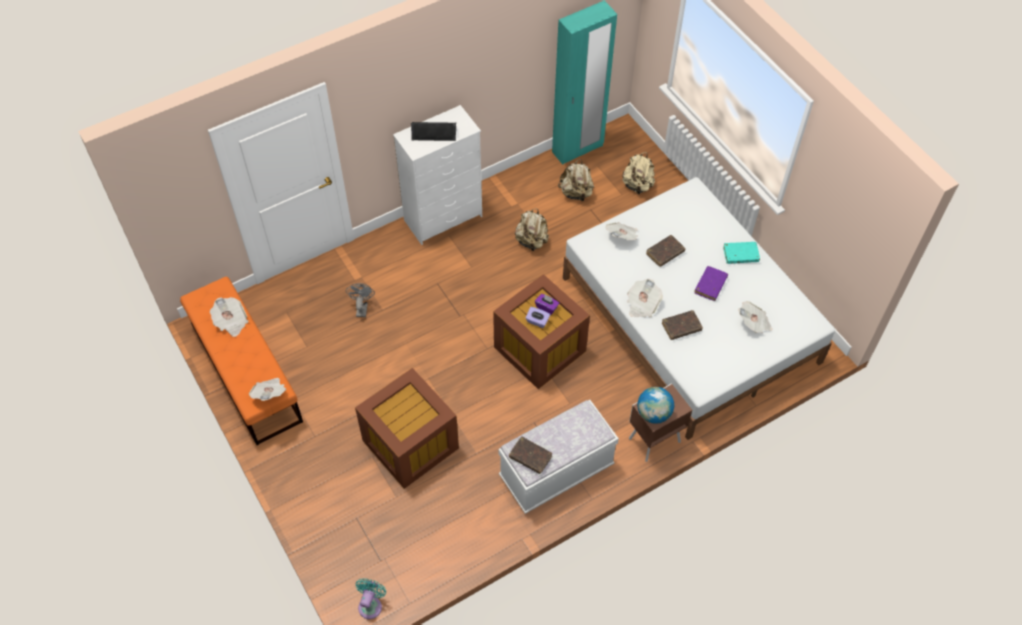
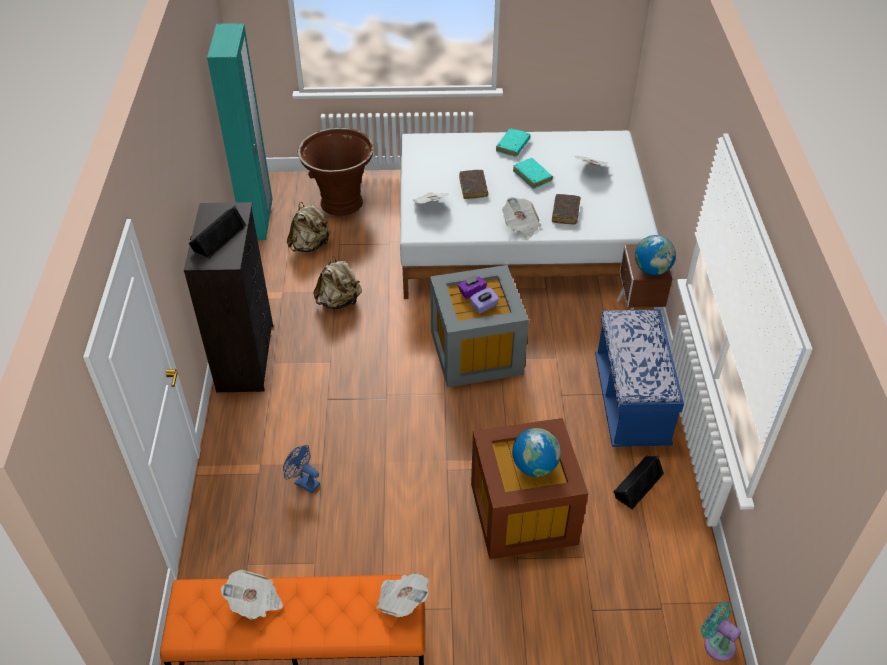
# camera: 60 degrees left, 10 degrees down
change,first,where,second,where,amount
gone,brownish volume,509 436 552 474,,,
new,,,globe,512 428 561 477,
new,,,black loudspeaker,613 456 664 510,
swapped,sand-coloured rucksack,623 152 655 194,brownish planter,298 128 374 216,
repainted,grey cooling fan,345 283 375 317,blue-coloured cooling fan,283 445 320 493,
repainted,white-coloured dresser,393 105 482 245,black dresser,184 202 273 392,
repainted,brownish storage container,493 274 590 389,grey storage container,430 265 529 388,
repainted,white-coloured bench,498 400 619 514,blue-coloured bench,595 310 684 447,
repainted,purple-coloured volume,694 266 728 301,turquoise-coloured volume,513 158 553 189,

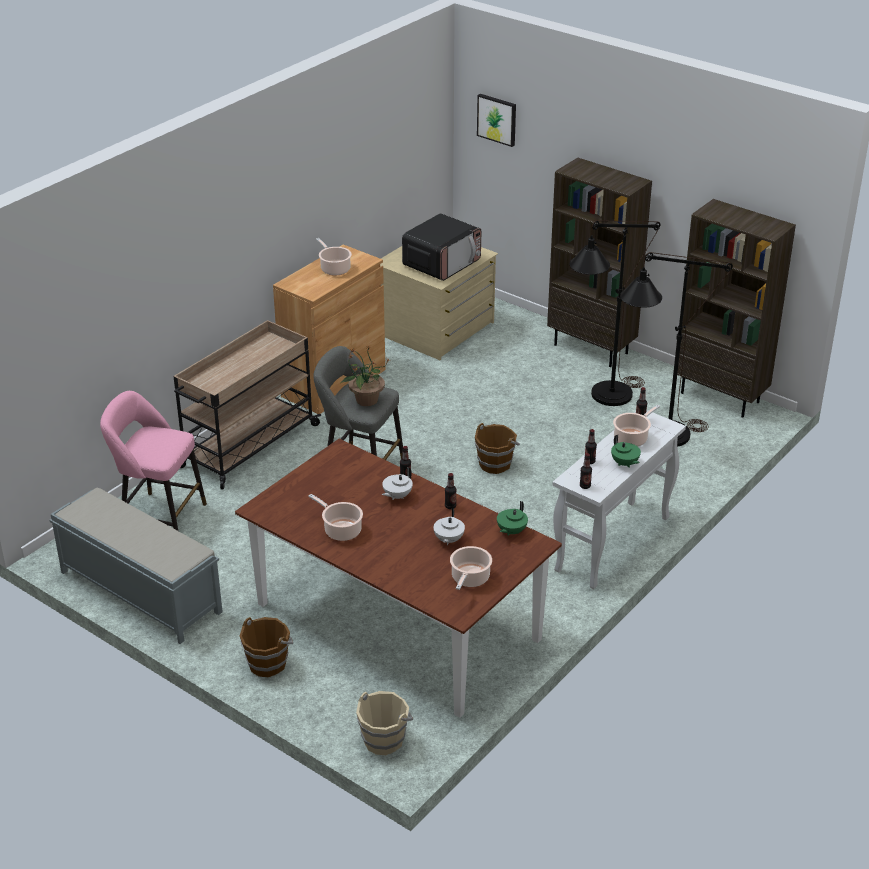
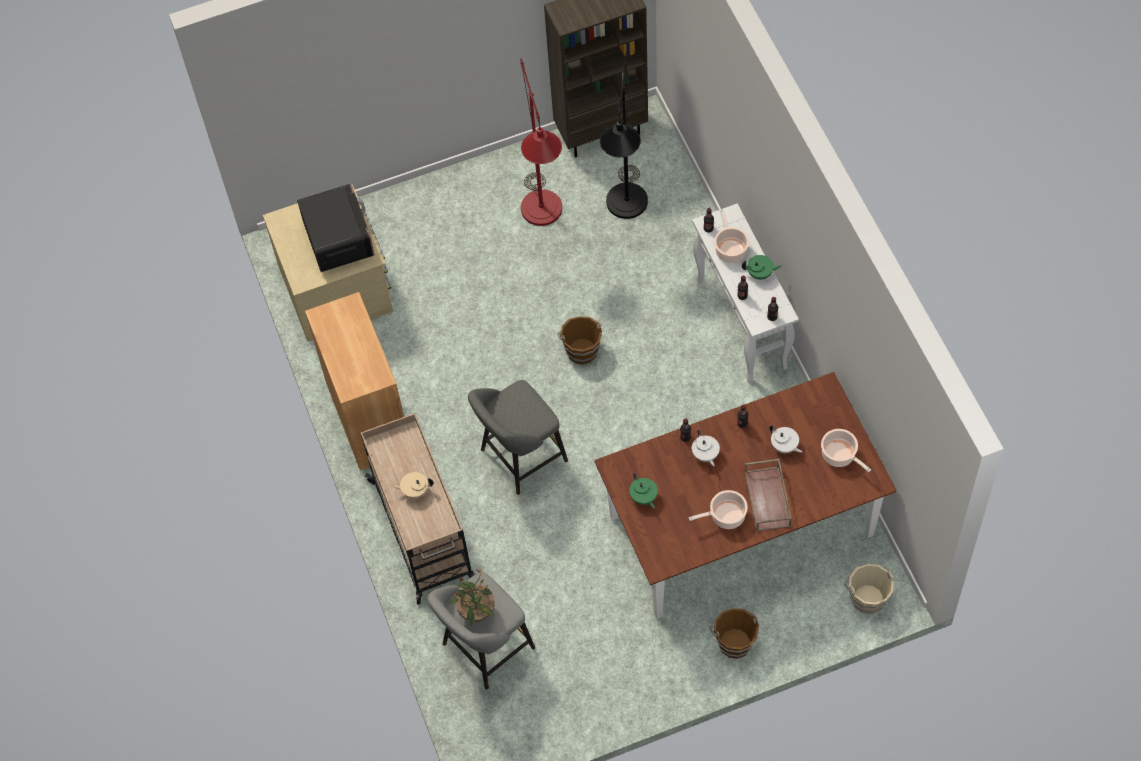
# camera: 55 degrees left, 25 degrees up
change,first,where,second,where,amount
gone,grey bench,49 488 223 644,,,
gone,stockpot,316 238 352 275,,,
gone,wall art,477 94 516 147,,,
gone,brownish bookcase,547 158 652 367,,,
new,,,sand-coloured teapot,392 472 433 499,
new,,,brownish carrying tray,745 459 792 532,
shifted,potted plant,341 345 389 406,,449 569 495 627,
shifted,greenish teapot,497 501 528 536,,629 473 658 508,
repainted,pink stool seat,100 391 207 531,grey stool seat,427 572 535 690,
repainted,black standing lamp,570 220 660 406,reddish standing lamp,520 59 562 226,

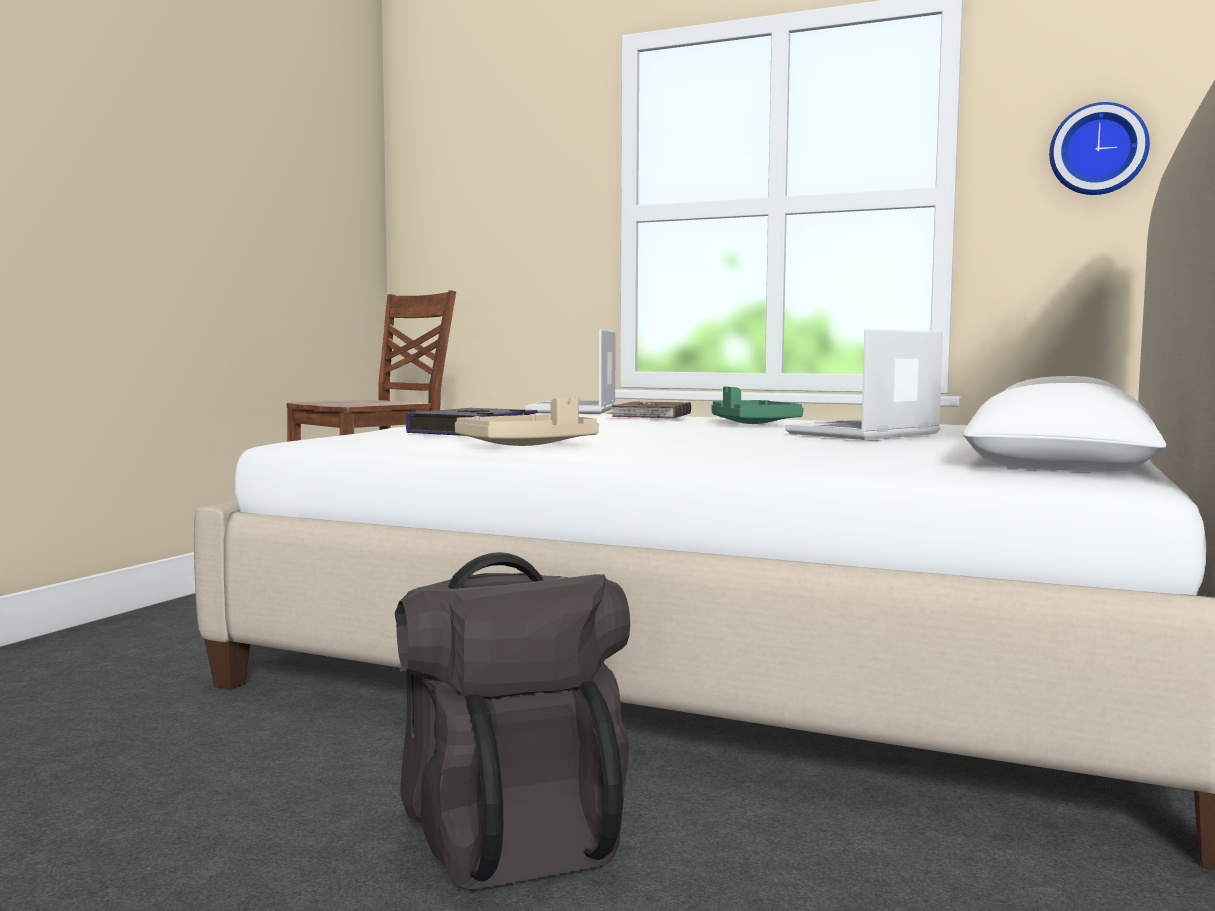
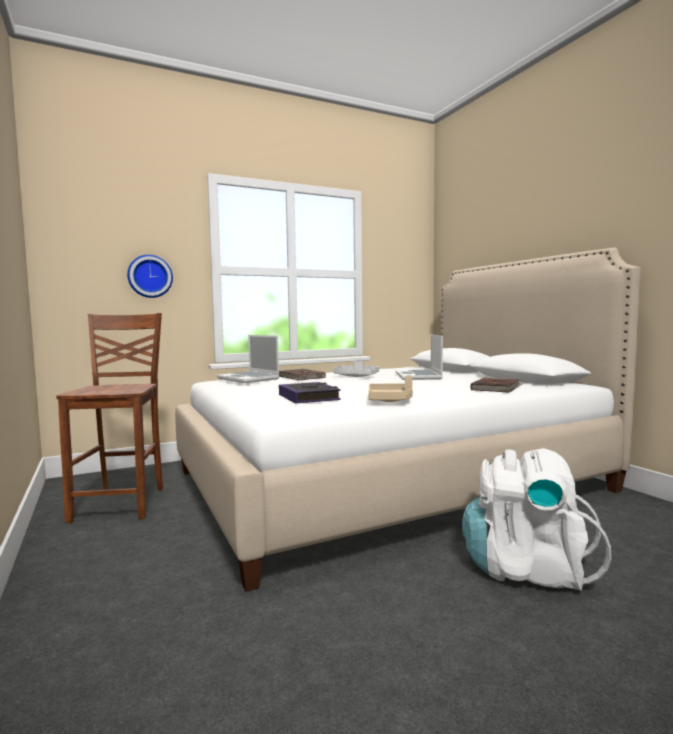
# camera: 50 degrees left, 0 degrees up
change,first,where,second,where,amount
new,,,brownish volume,470 378 522 393,
shifted,wall clock,1049 102 1150 195,,127 255 173 298,
repainted,black rucksack,395 552 630 889,white-coloured rucksack,462 448 611 591,
repainted,greenish carrying tray,712 386 803 424,grey carrying tray,333 361 379 377,

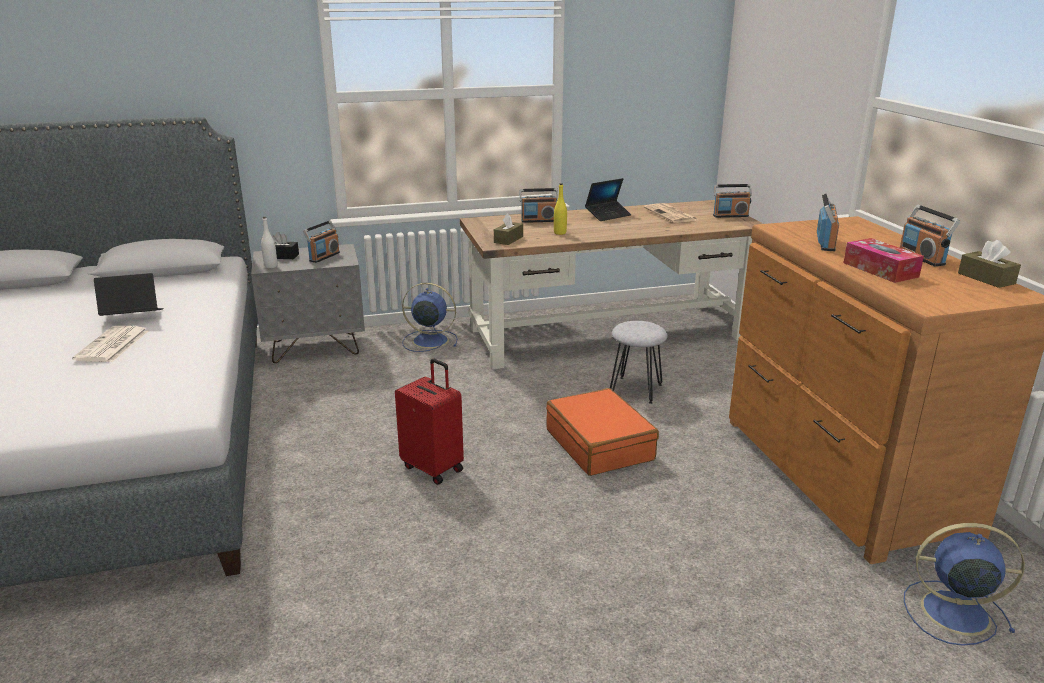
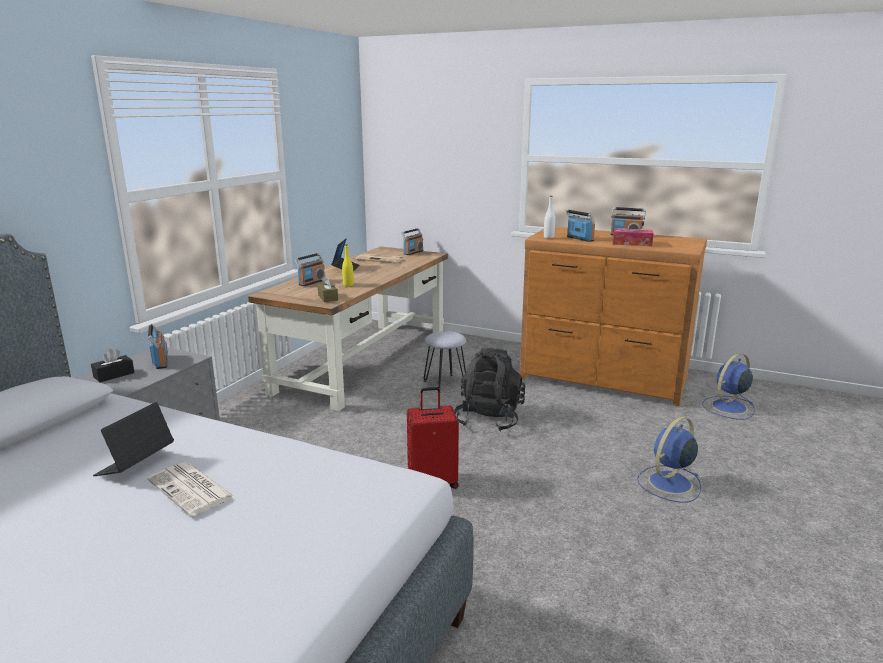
# camera: 50 degrees left, 5 degrees down
change,first,where,second,where,amount
gone,brownish box of tissues,958 240 1021 288,,,
shifted,white-coloured beverage bottle,261 217 277 268,,544 196 555 239,
shifted,blue-coloured cooling fan,402 283 457 352,,637 417 701 503,
swapped,orange suitcase,546 388 659 476,black rucksack,454 347 525 432,

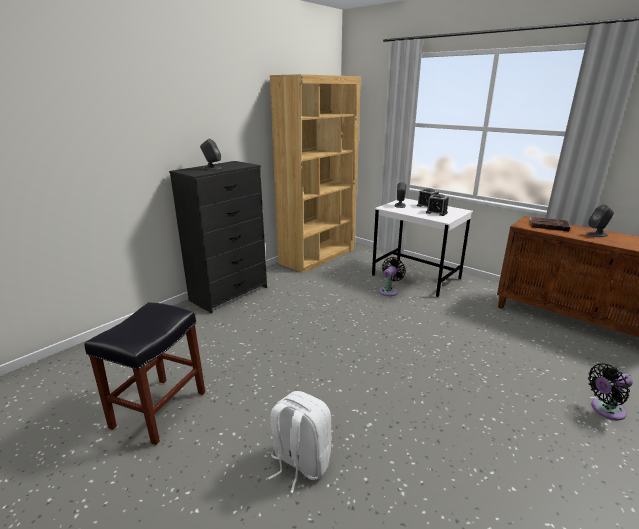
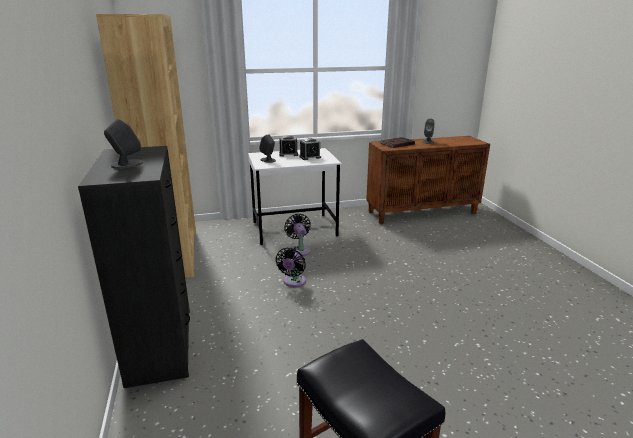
# camera: 55 degrees left, 0 degrees up
change,first,where,second,where,amount
gone,white-coloured rucksack,268 391 332 493,,,
shifted,black cooling fan,588 363 633 420,,276 248 306 287,

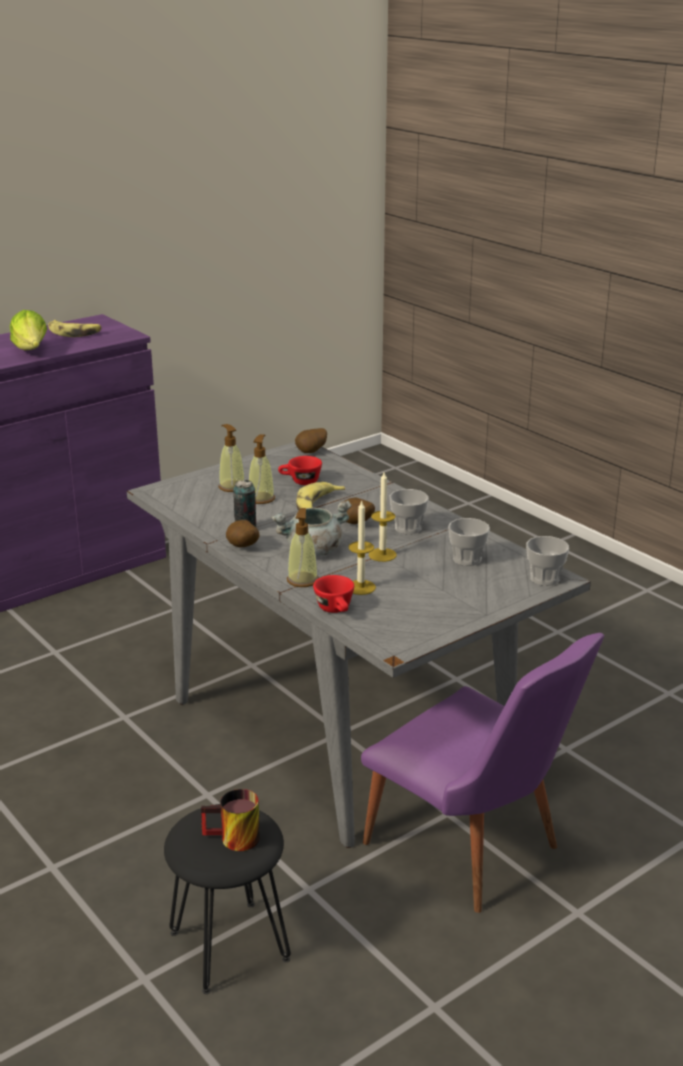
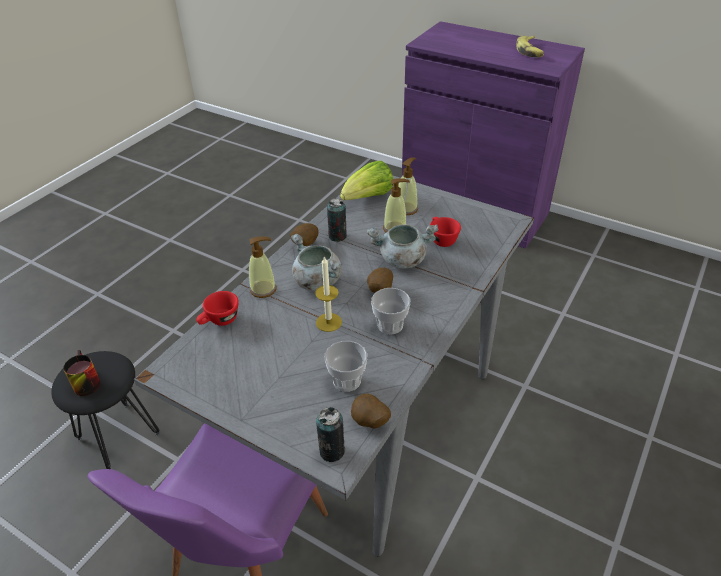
# camera: 70 degrees right, 15 degrees up
change,first,where,second,where,amount
gone,candle,349 501 376 595,,,
shifted,lettuce,10 310 47 351,,340 161 393 200,
shifted,potato,295 428 327 453,,351 394 391 428,
swapped,whole banana,296 482 345 511,grey stockpot,367 224 438 269,
swapped,cup,526 536 569 586,sealed can,316 407 345 462,

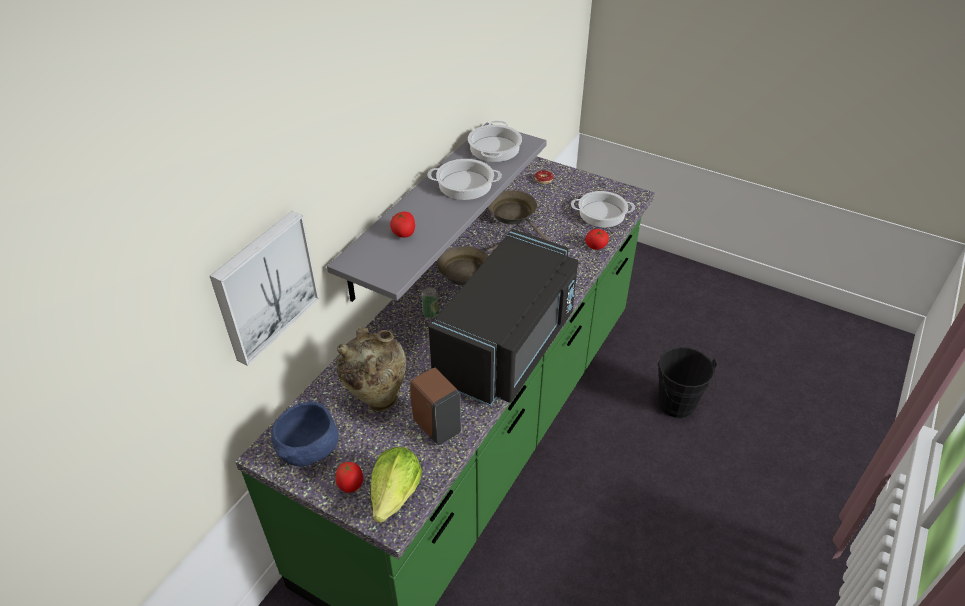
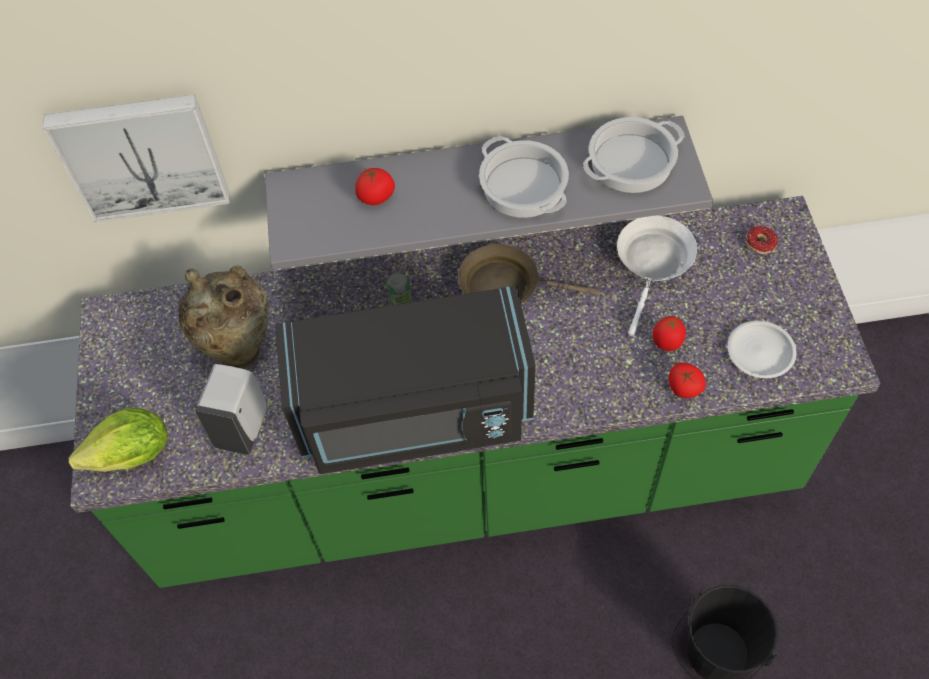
# camera: 55 degrees right, 15 degrees up
change,first,where,second,where,amount
gone,blue-coloured serving bowl,271 401 339 467,,,
shifted,fresh tomato,336 462 363 493,,653 316 686 351,
swapped,stockpot,571 191 635 227,white-coloured dinner plate,728 320 796 378,
repainted,brownish soap bottle,410 368 461 446,white-coloured soap bottle,195 364 267 455,
repainted,brownish skillet,488 190 549 241,white-coloured skillet,617 215 697 336,

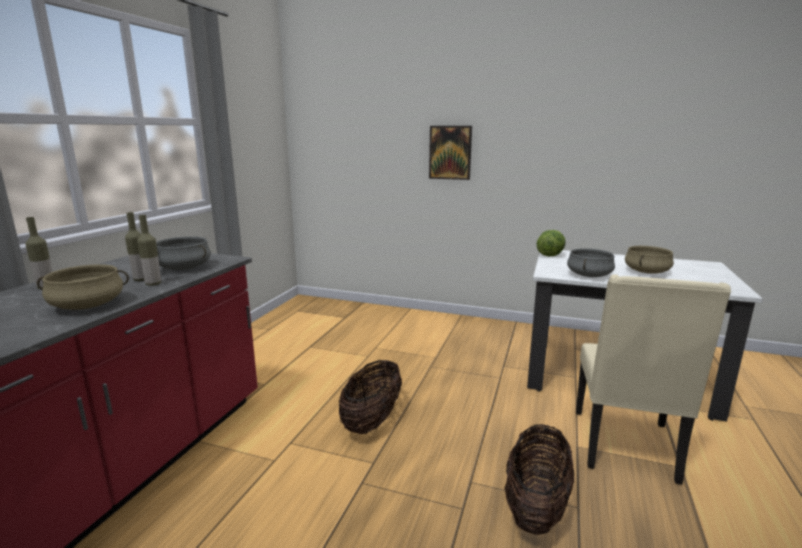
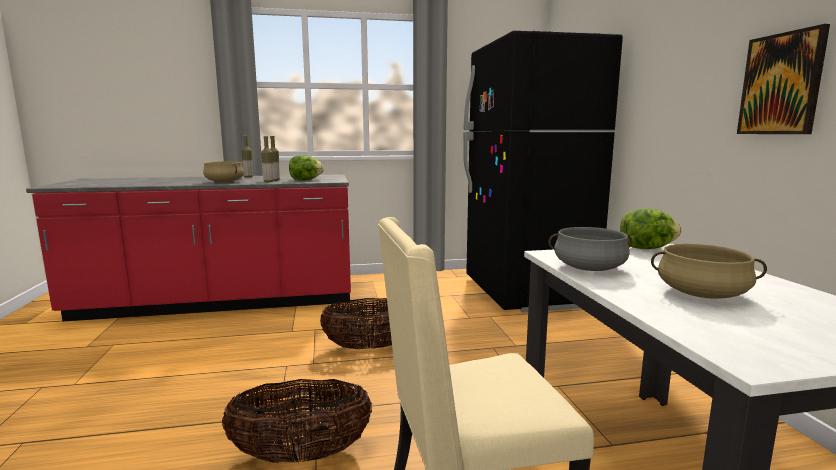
# camera: 60 degrees right, 5 degrees down
change,first,where,second,where,amount
new,,,black refrigerator,463 30 623 313,
shifted,wall art,429 126 472 180,,737 24 830 134,
swapped,grey stockpot,156 236 211 270,lettuce,289 155 324 180,

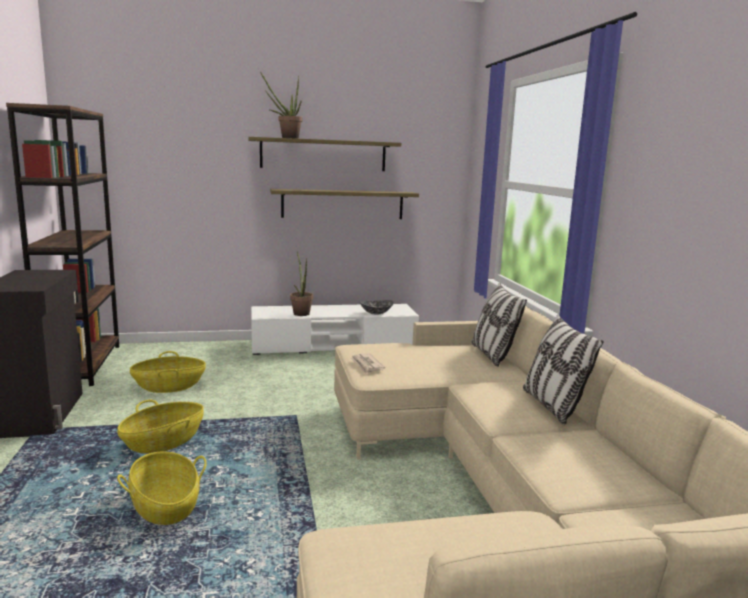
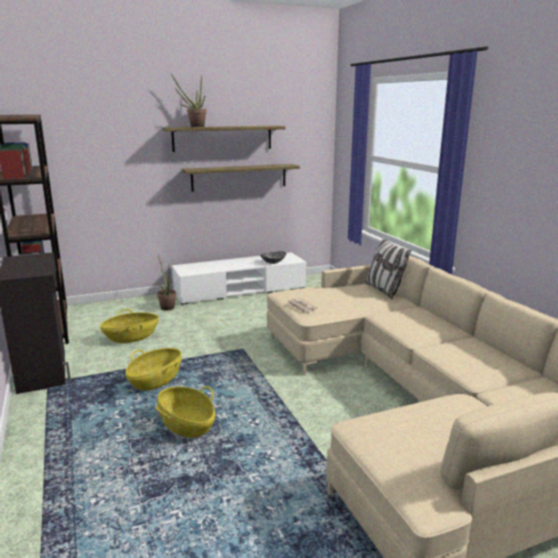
# camera: 10 degrees left, 5 degrees up
change,first,where,second,where,amount
gone,pillow,523 314 604 425,,,
shifted,potted plant,290 251 313 316,,157 255 177 311,

